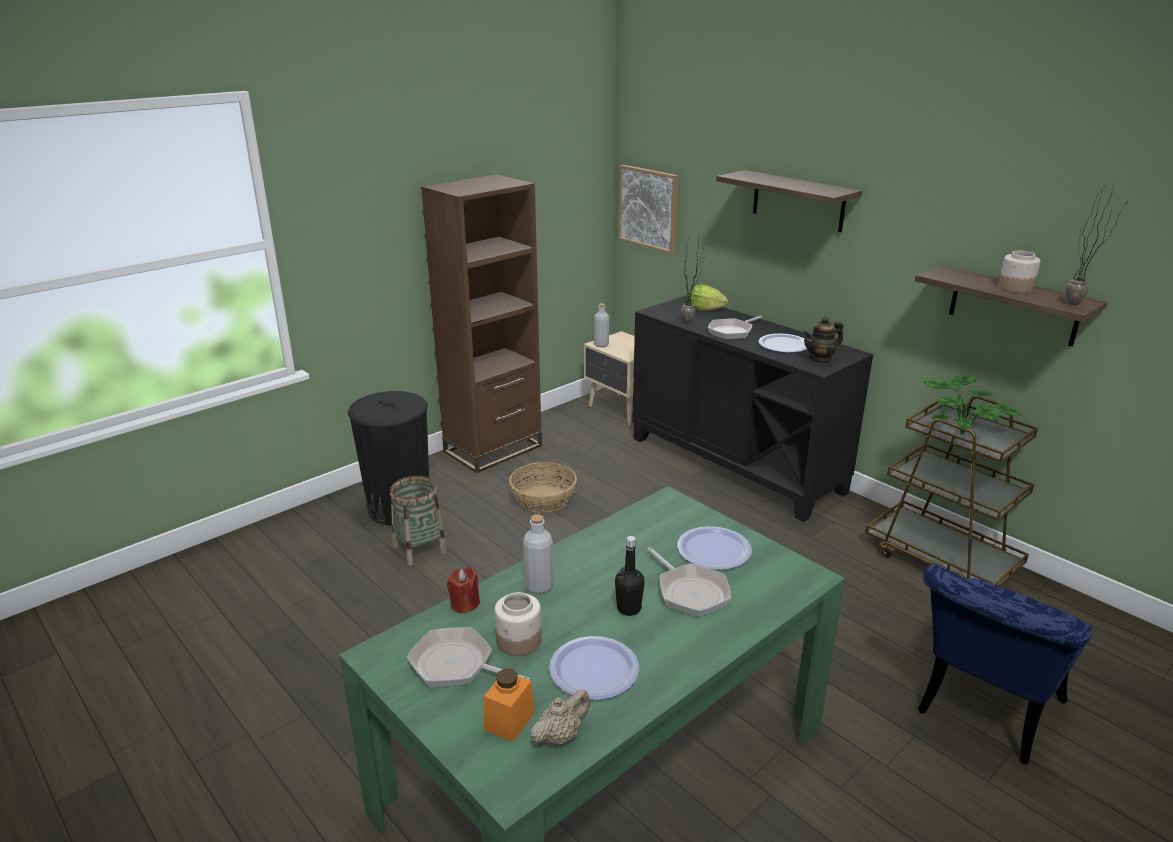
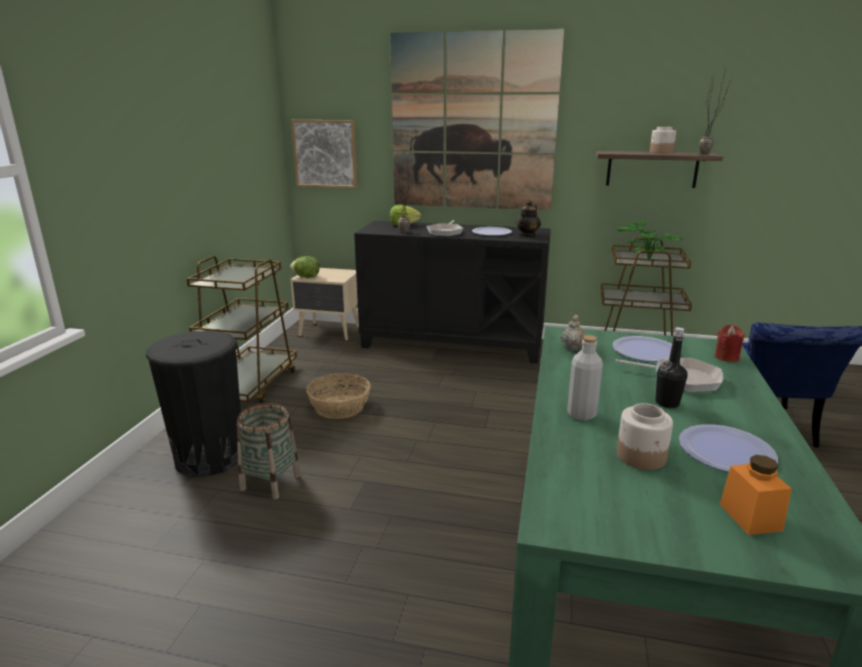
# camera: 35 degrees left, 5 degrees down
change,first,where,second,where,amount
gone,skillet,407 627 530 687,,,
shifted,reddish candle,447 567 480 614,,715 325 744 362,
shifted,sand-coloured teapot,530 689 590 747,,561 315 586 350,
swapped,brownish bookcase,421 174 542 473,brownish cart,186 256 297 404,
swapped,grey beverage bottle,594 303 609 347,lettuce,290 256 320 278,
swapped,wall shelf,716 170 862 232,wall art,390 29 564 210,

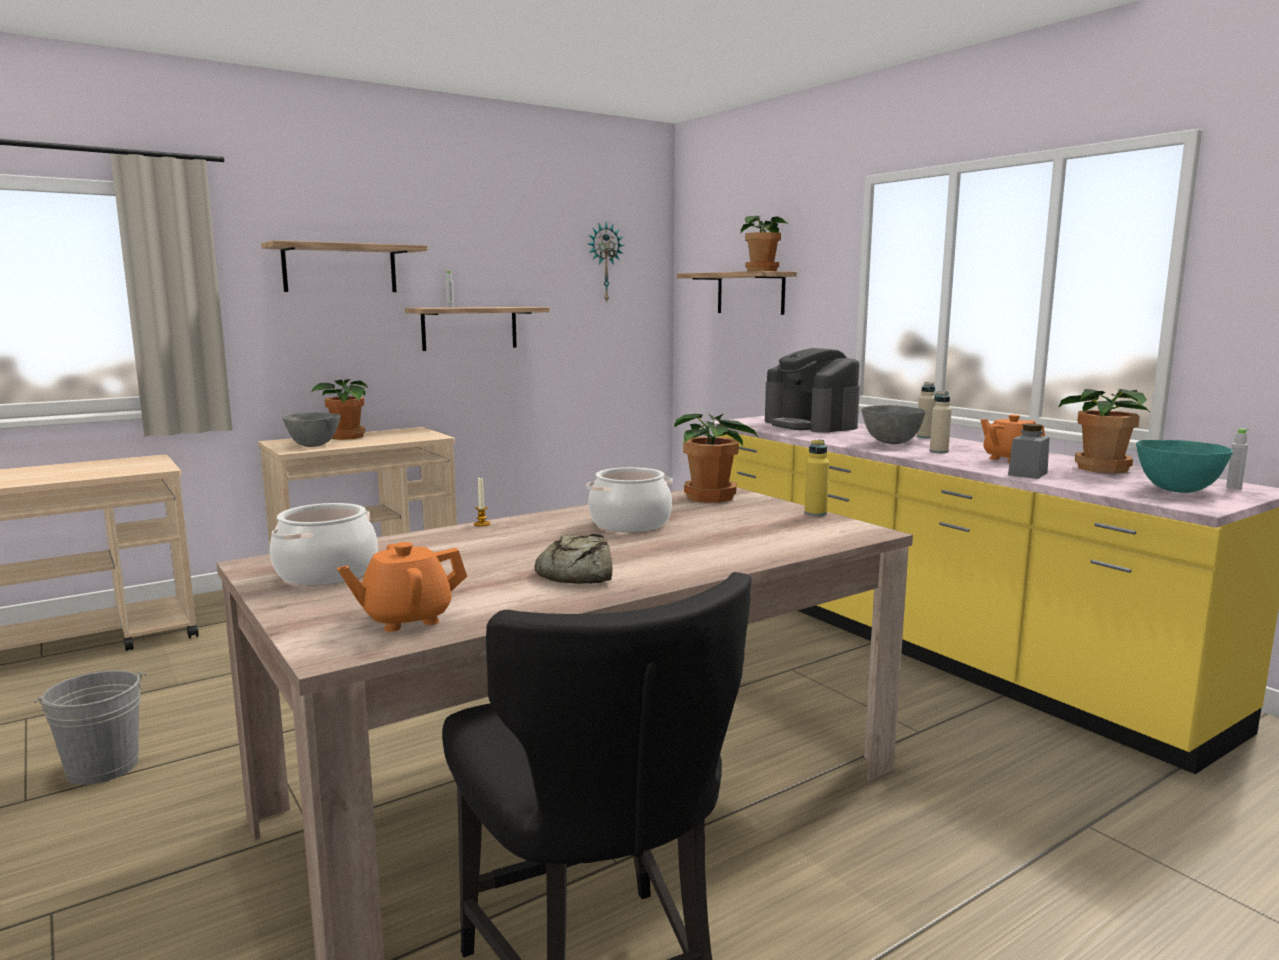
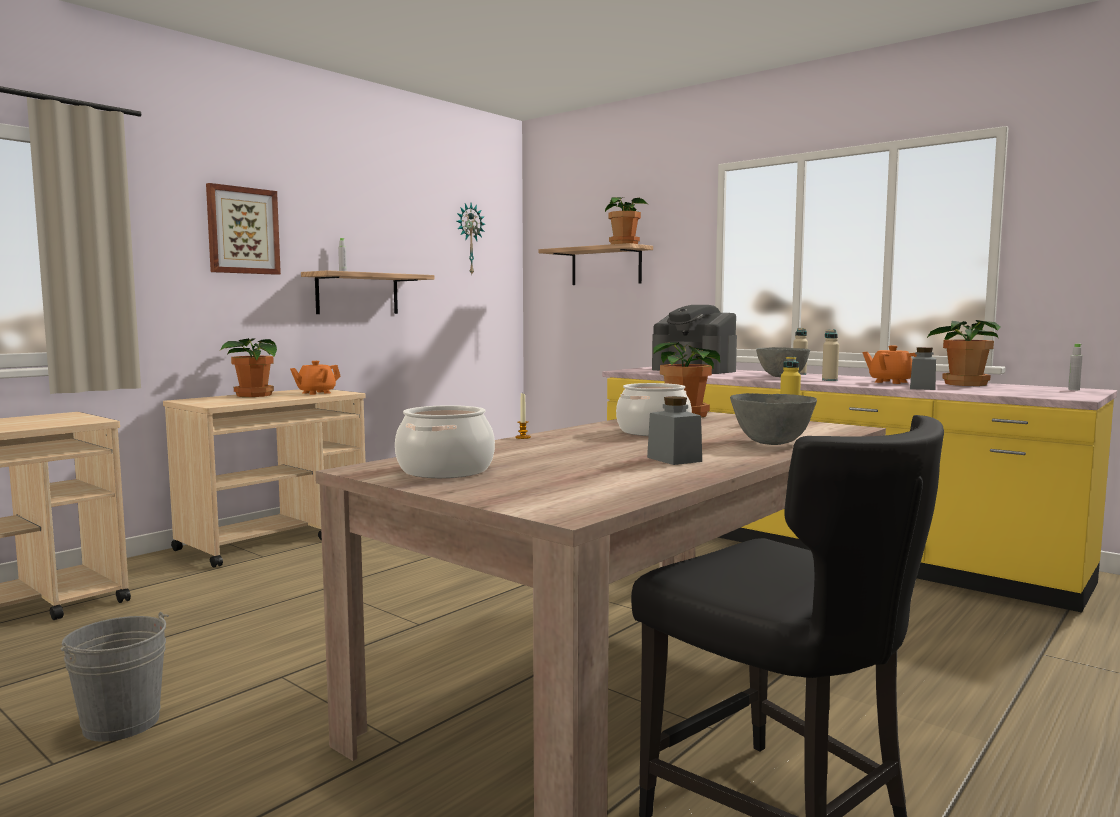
# camera: 15 degrees left, 5 degrees down
change,first,where,second,where,amount
gone,turquoise-coloured serving bowl,1136 440 1233 493,,,
shifted,grey serving bowl,282 412 341 447,,730 393 817 445,
shifted,orange teapot,337 542 467 632,,290 361 341 395,
swapped,wall shelf,261 240 427 292,wall art,206 183 281 275,
swapped,bakery bread,534 534 612 584,grey jar,647 396 702 465,

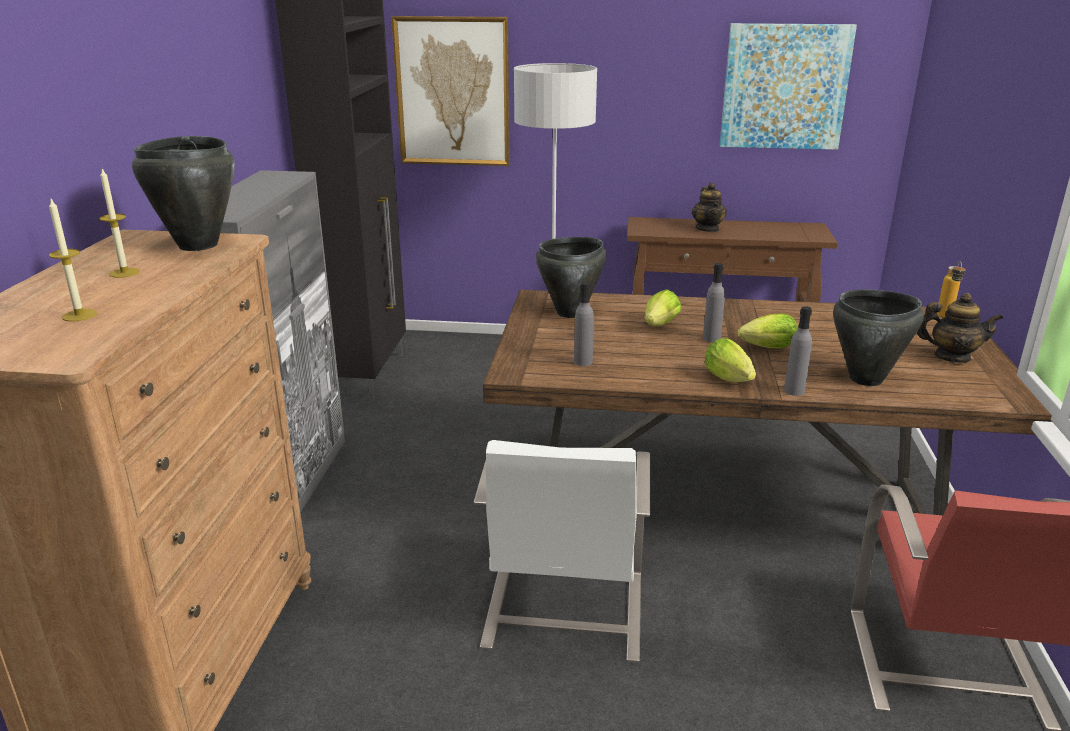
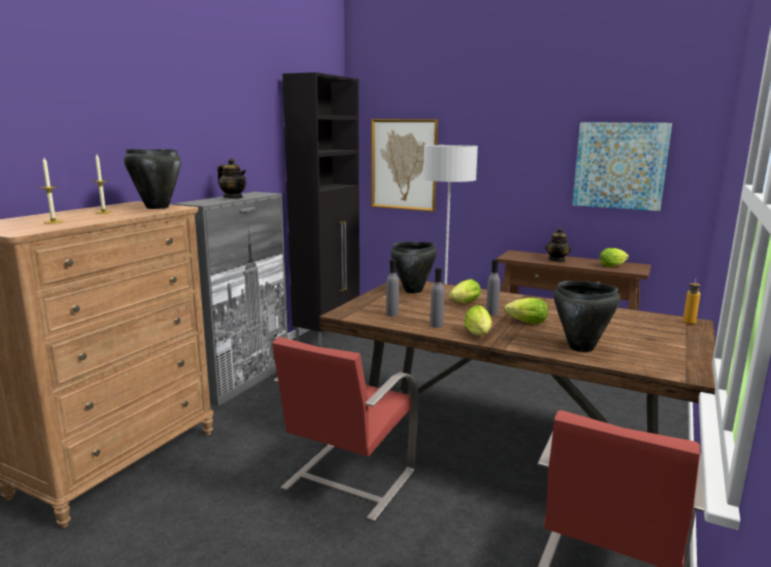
# camera: 20 degrees right, 10 degrees down
change,first,where,second,where,amount
new,,,lettuce,600 248 629 267,
shifted,grey beverage bottle,784 306 812 396,,430 268 444 328,
shifted,teapot,917 293 1004 363,,217 158 246 198,
repainted,white-coloured upright chair,474 440 650 662,reddish upright chair,272 337 419 521,

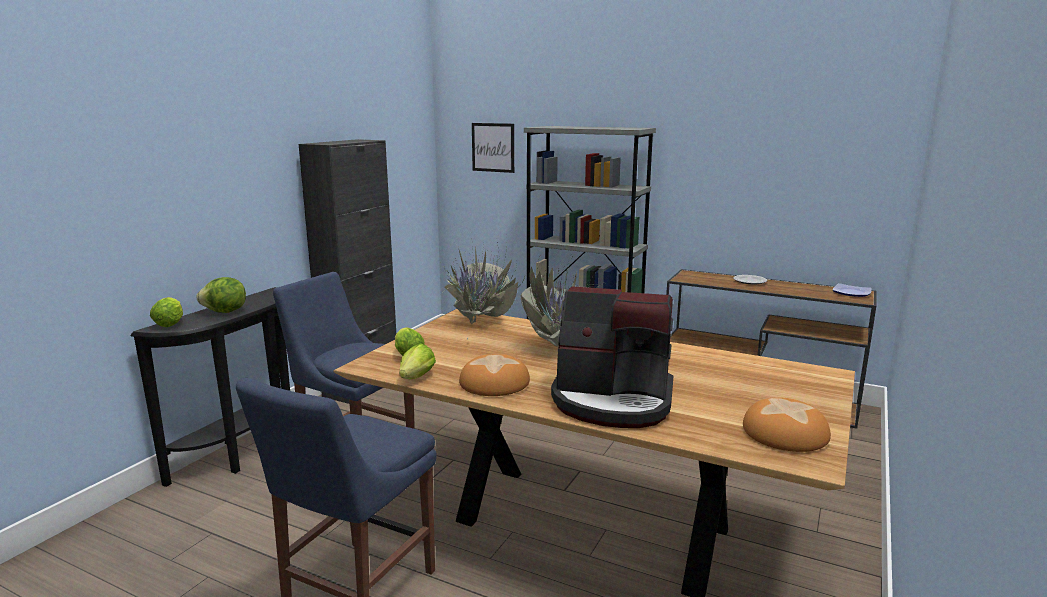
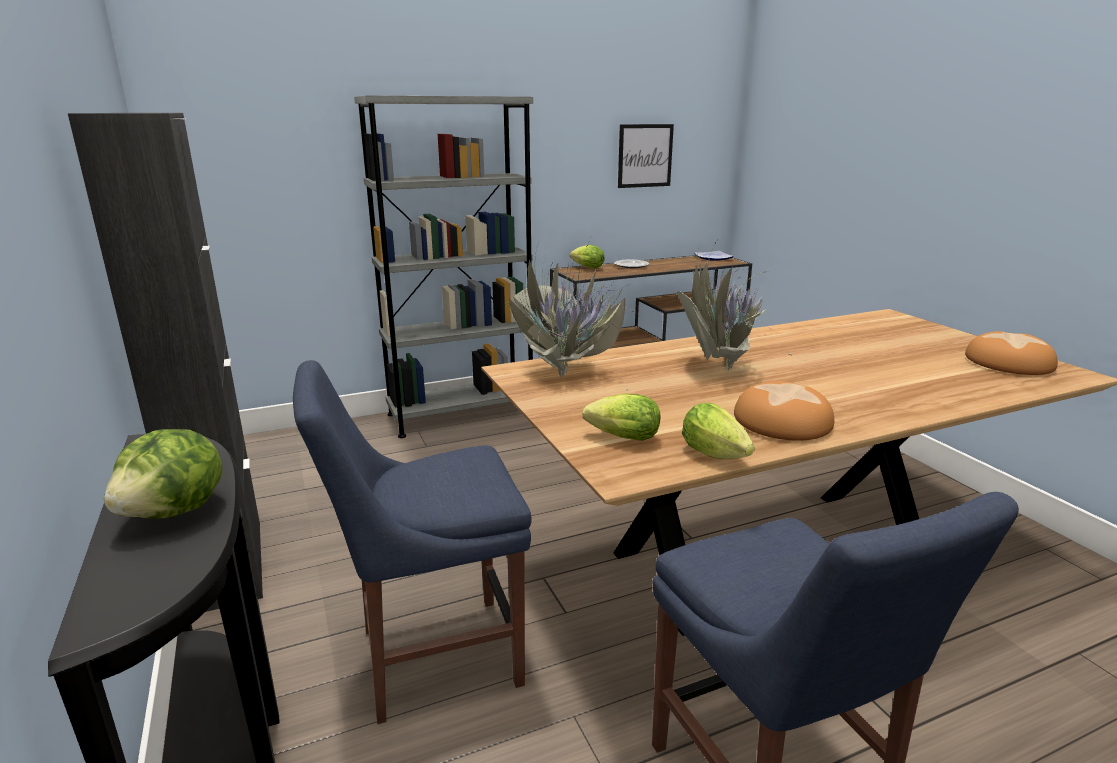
# camera: 50 degrees left, 5 degrees up
change,first,where,second,where,amount
gone,coffee maker,551 286 674 428,,,
shifted,lettuce,150 297 183 327,,570 245 604 269,
shifted,wall art,472 123 514 173,,618 124 674 188,

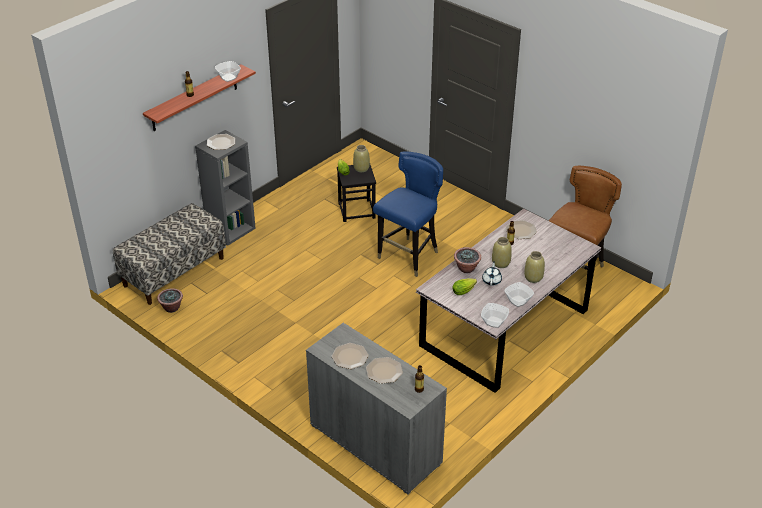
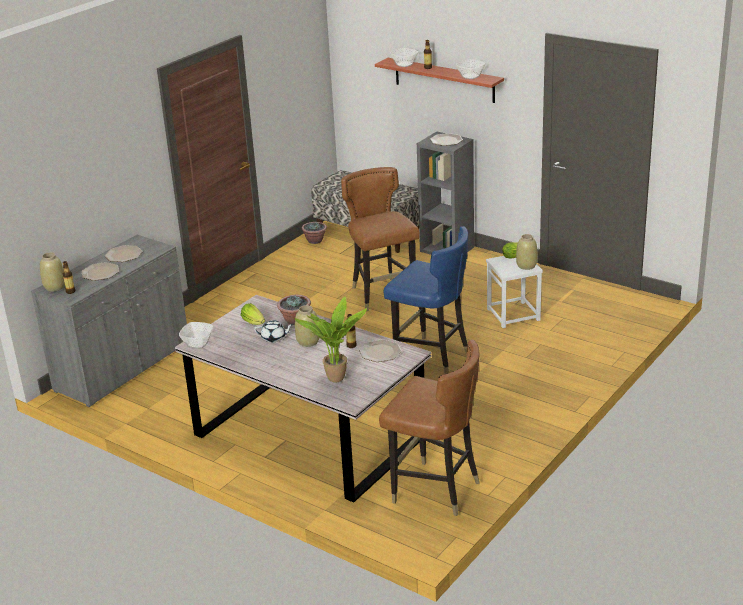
# camera: 85 degrees right, 10 degrees down
change,first,where,second,where,amount
new,,,potted plant,294 296 367 383,
new,,,brownish upright chair,341 167 420 311,
shifted,serving bowl,504 282 534 307,,390 48 419 67,
shifted,sand-coloured flower vase,524 251 545 283,,40 252 65 292,
repainted,black stool seat,337 165 376 222,white-coloured stool seat,486 256 543 328,

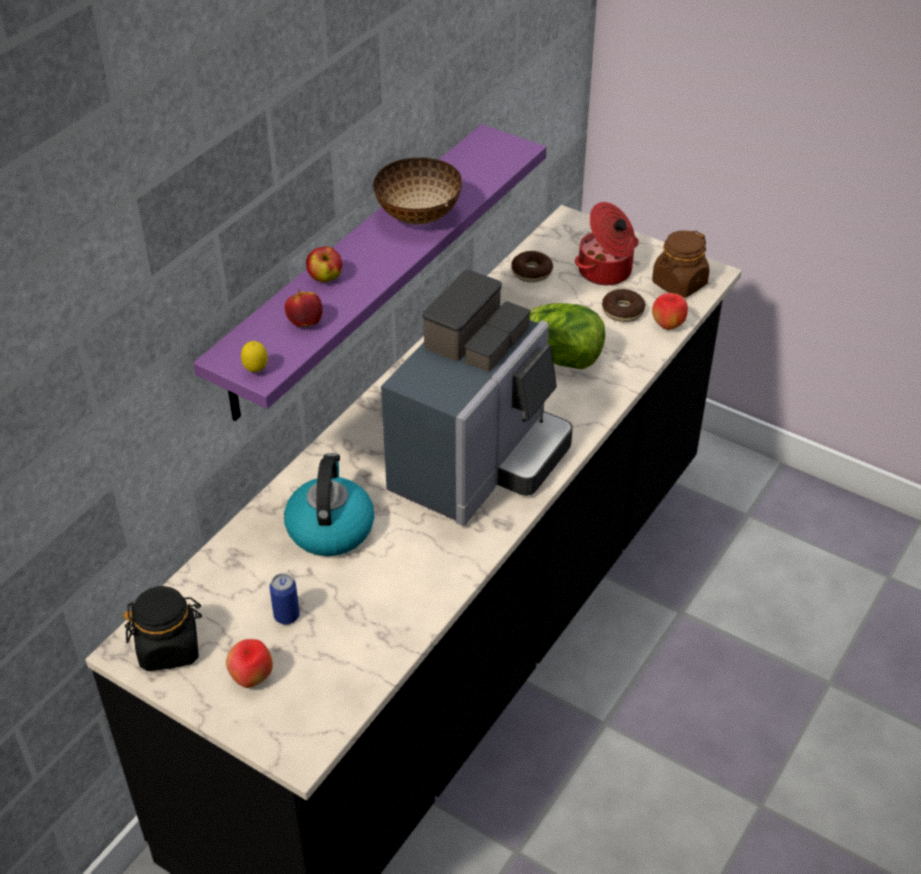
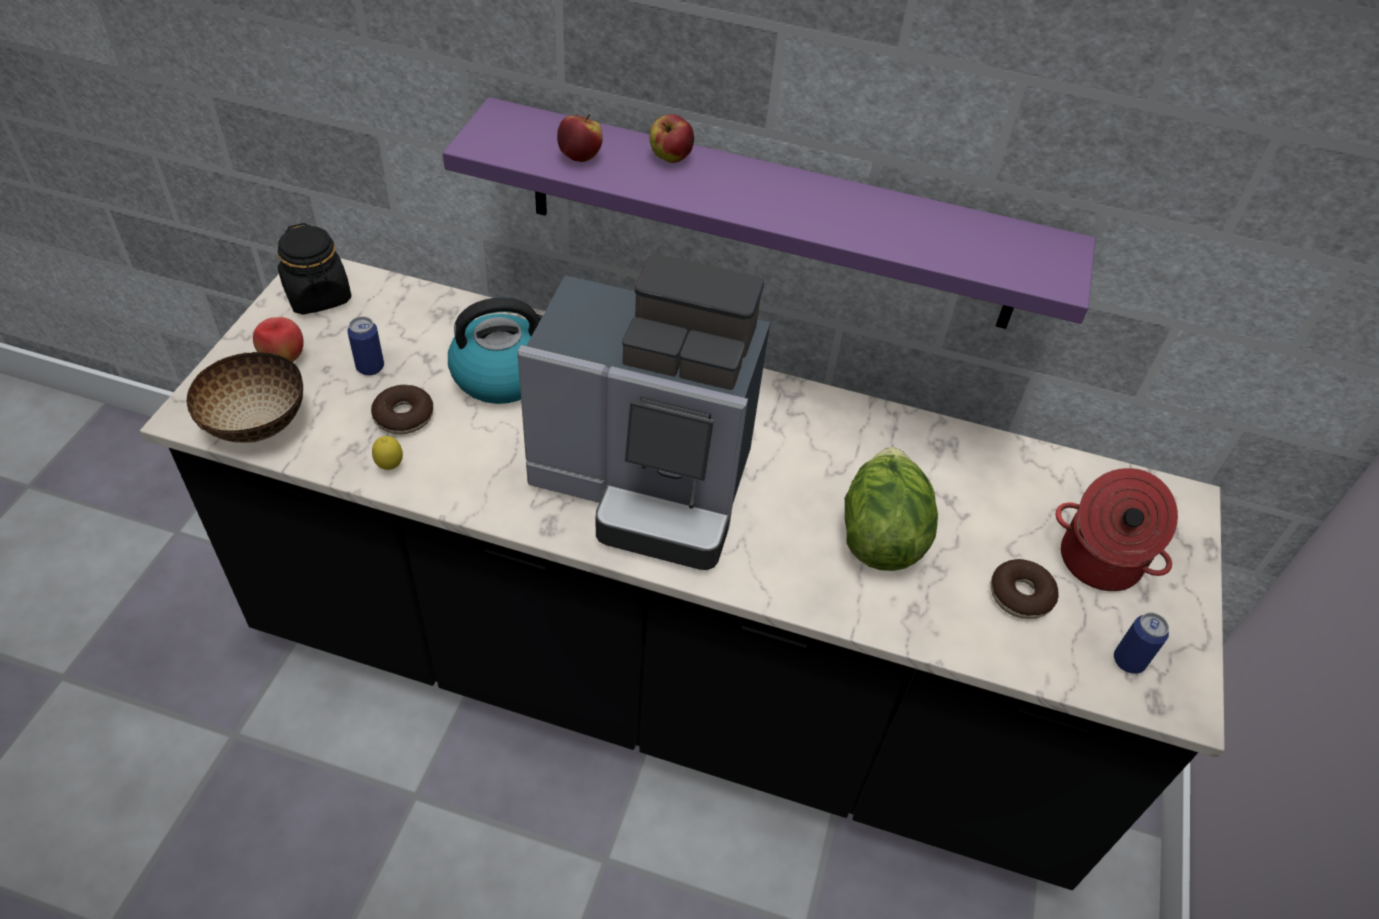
# camera: 70 degrees right, 5 degrees up
change,first,where,second,where,amount
gone,whole apple,652 293 688 330,,,
shifted,citrus fruit,241 341 268 372,,372 436 403 470,
shifted,serving bowl,373 157 462 224,,187 352 303 443,
shifted,donut,511 251 553 283,,371 385 433 434,
swapped,brownish jar,652 230 710 298,sealed can,1114 613 1169 674,

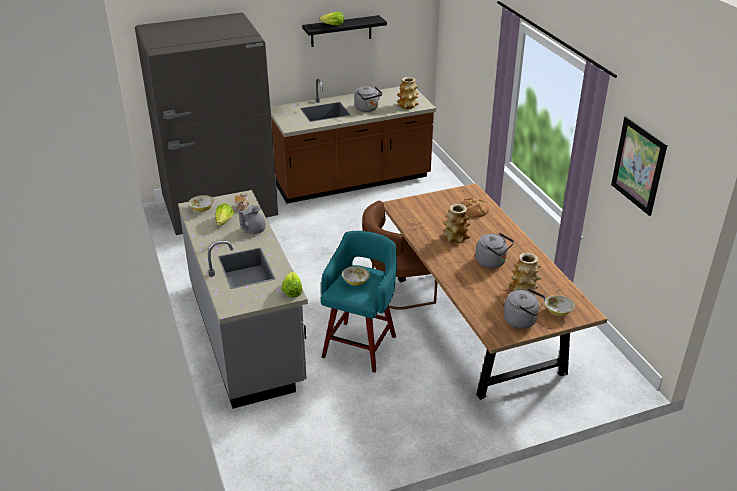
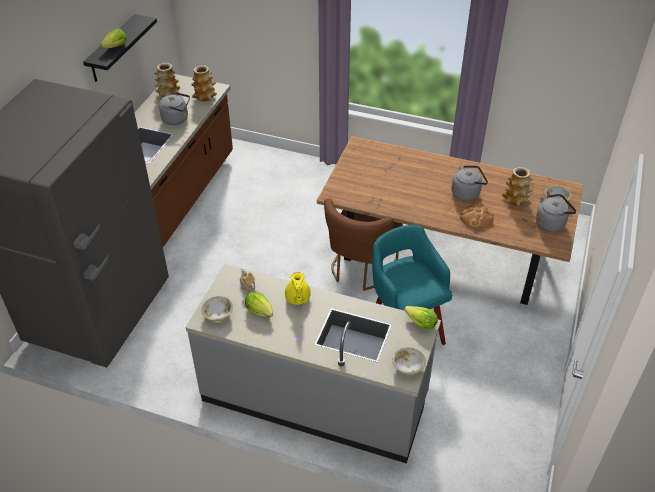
# camera: 50 degrees left, 10 degrees up
change,first,where,second,where,amount
gone,wall art,611 117 667 216,,,
shifted,serving bowl,342 266 370 286,,392 347 426 374,
shifted,flower vase,442 204 470 243,,154 63 180 97,
shifted,bakery bread,461 198 489 217,,460 203 494 229,
repainted,grey teapot,239 205 266 234,yellowish teapot,285 272 311 305,

